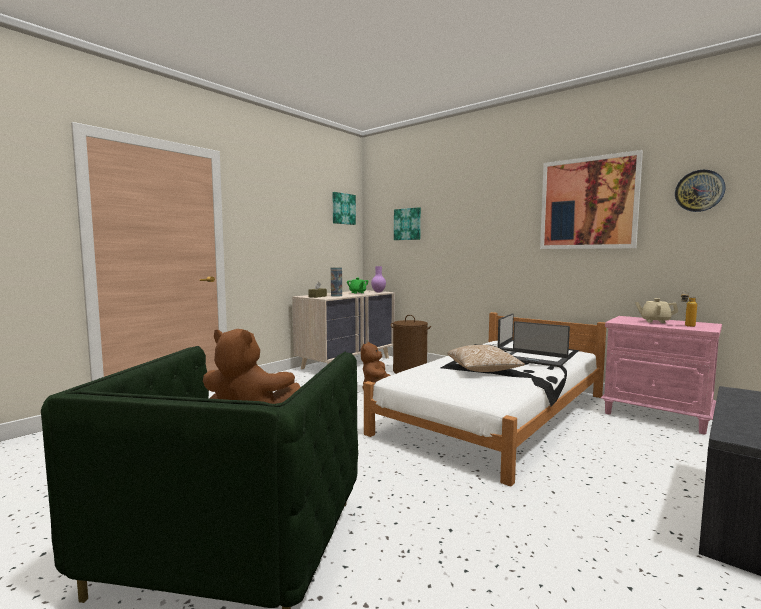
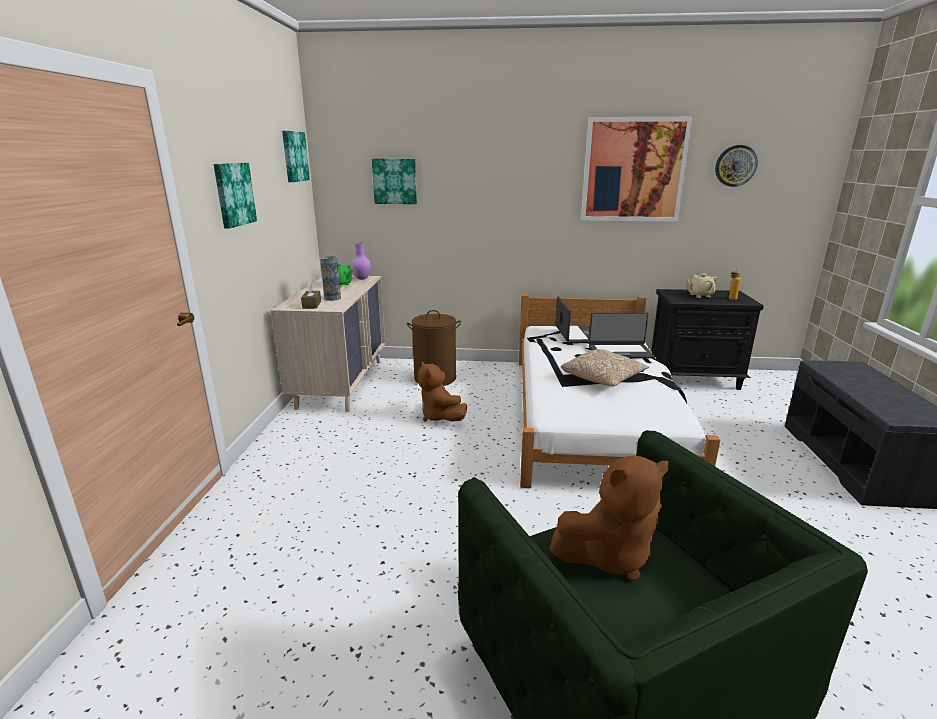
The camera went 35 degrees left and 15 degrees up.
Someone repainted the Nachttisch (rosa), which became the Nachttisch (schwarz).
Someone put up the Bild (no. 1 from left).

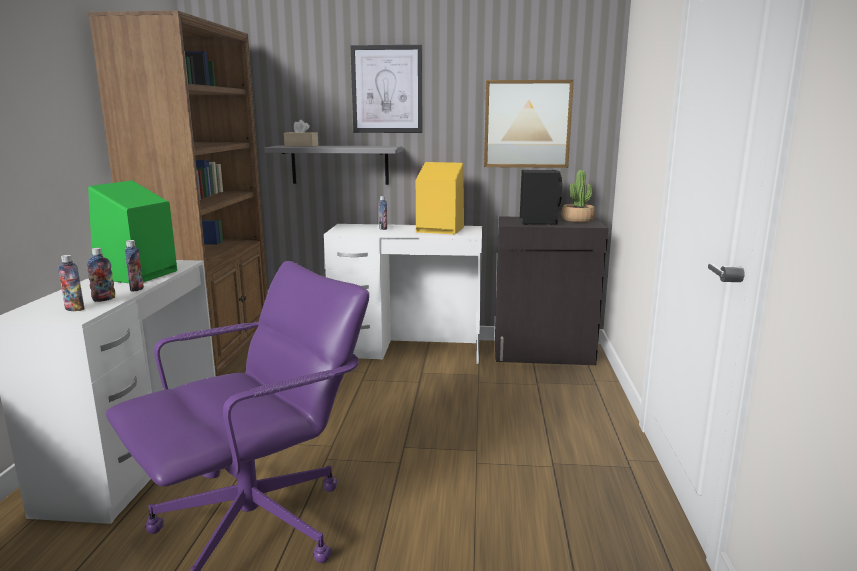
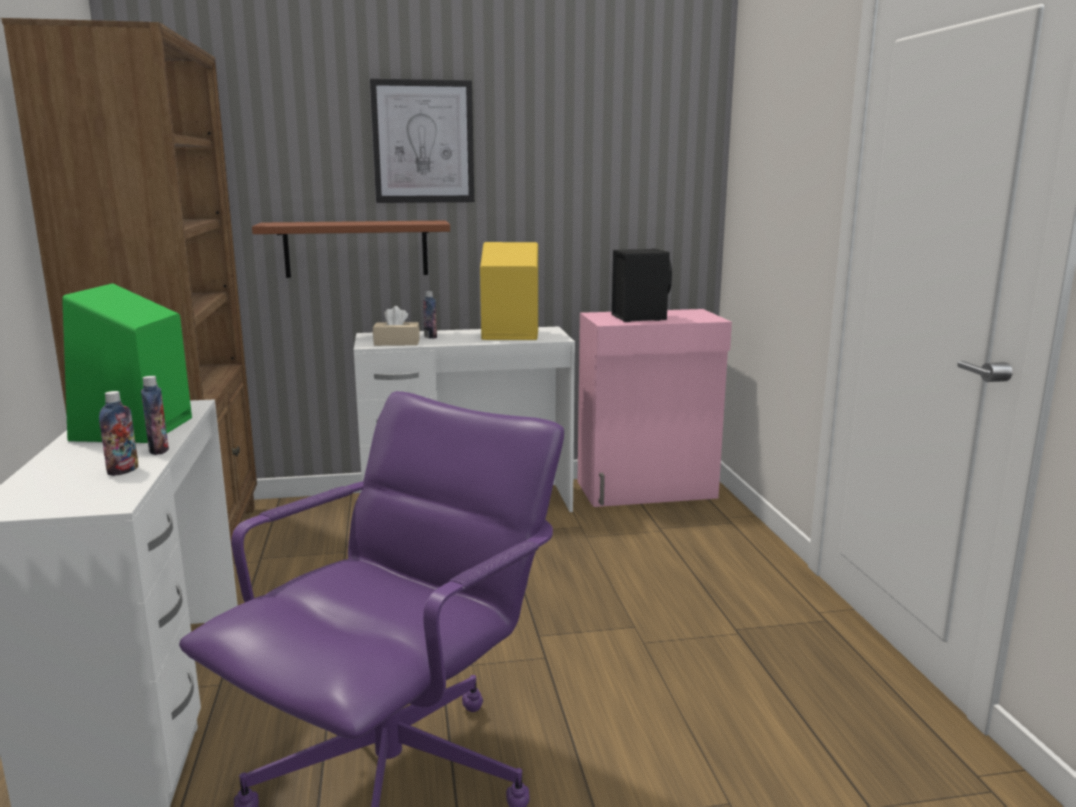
The camera went 15 degrees left and 0 degrees up.
Someone took away the Flasche (no. 1 from left).
Someone repainted the Wandregal (grau), which became the Wandregal (braun).
Someone carried the Taschentuchbox (beige).
Someone took away the Bild (no. 2 from left).
Someone repainted the Schrank (schwarz), which became the Schrank (rosa).
Someone took away the Topfpflanze.

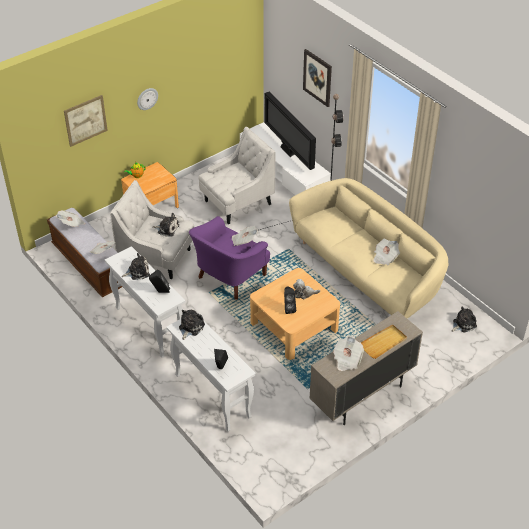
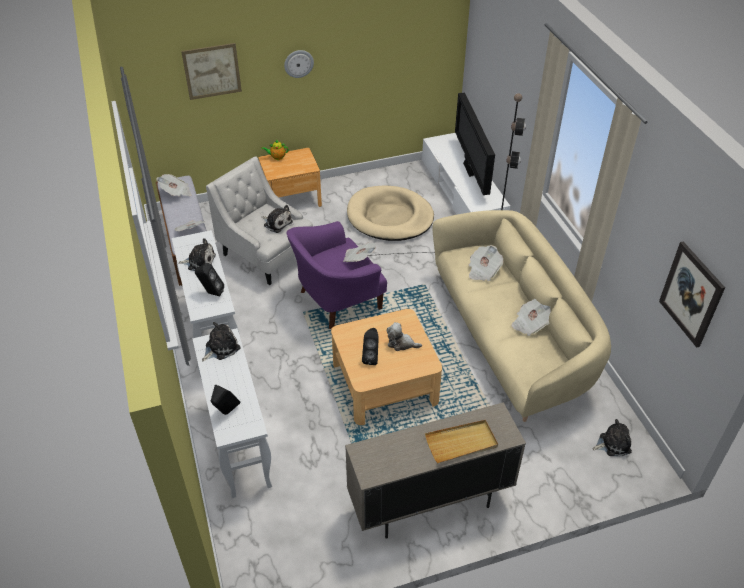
The camera went 20 degrees right and 0 degrees up.
Someone swapped the Sessel (weiß) (no. 2 from left) for the Hundebett (beige).
Someone carried the Bild (no. 2 from left).
Someone carried the Zeitung (no. 4 from left).

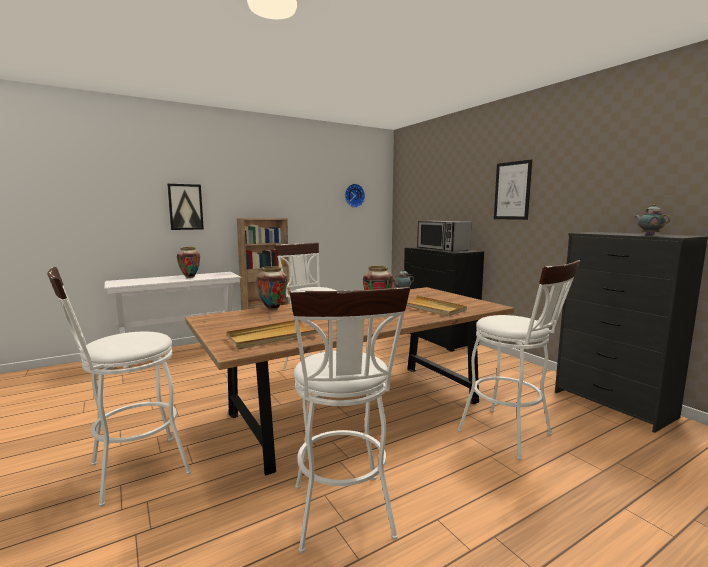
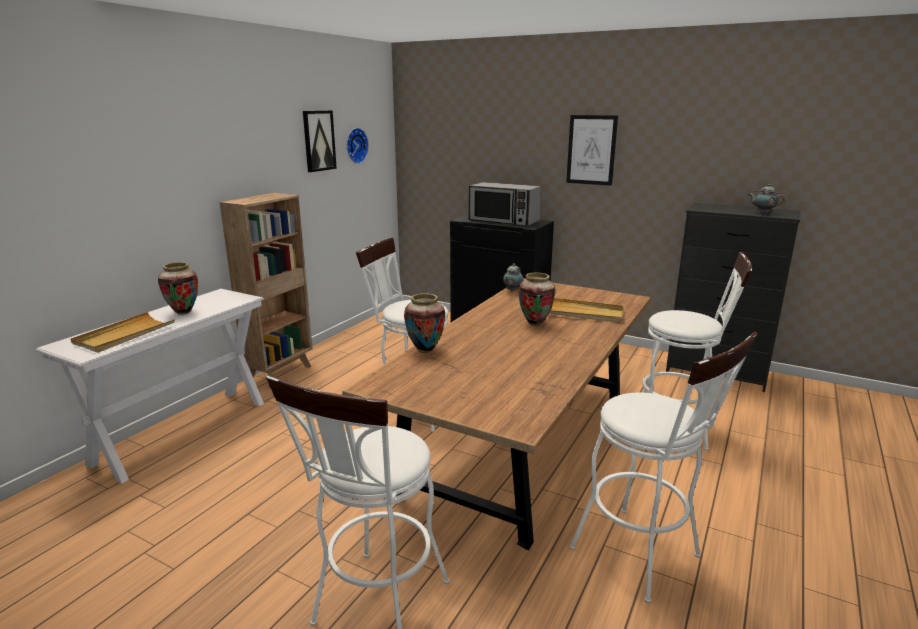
The camera went 30 degrees left and 10 degrees up.
Someone carried the Bild (no. 1 from left).
Someone carried the Tablett (beige) (no. 1 from left).

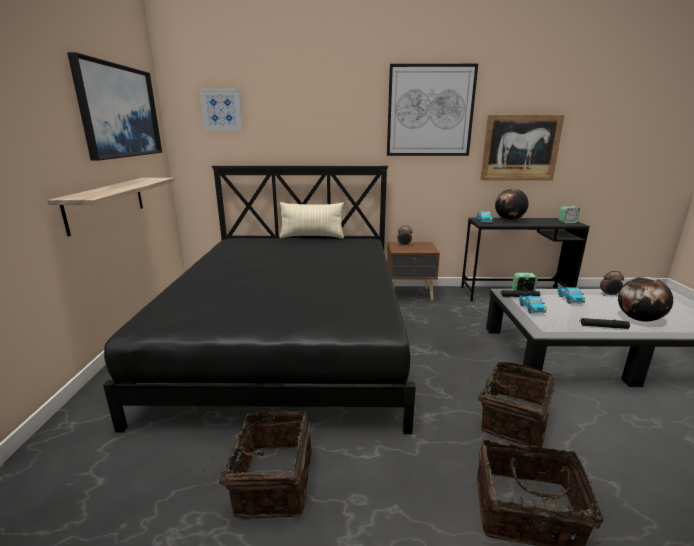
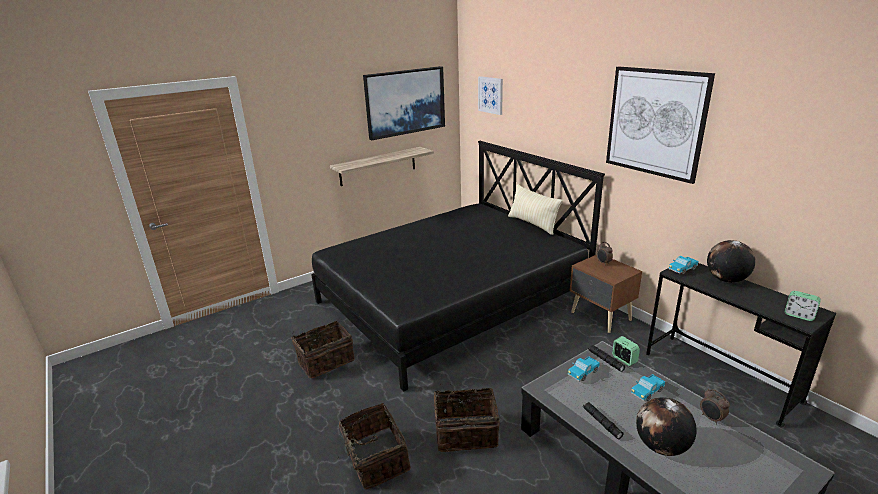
The camera went 55 degrees right and 5 degrees up.
Someone took away the Bild (no. 4 from left).

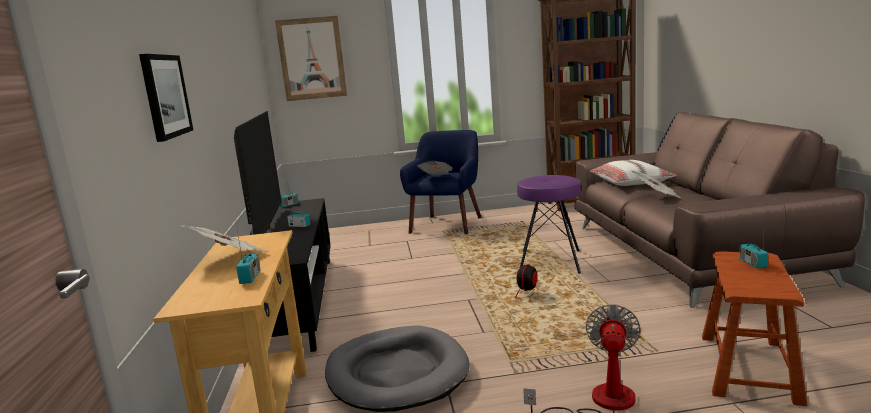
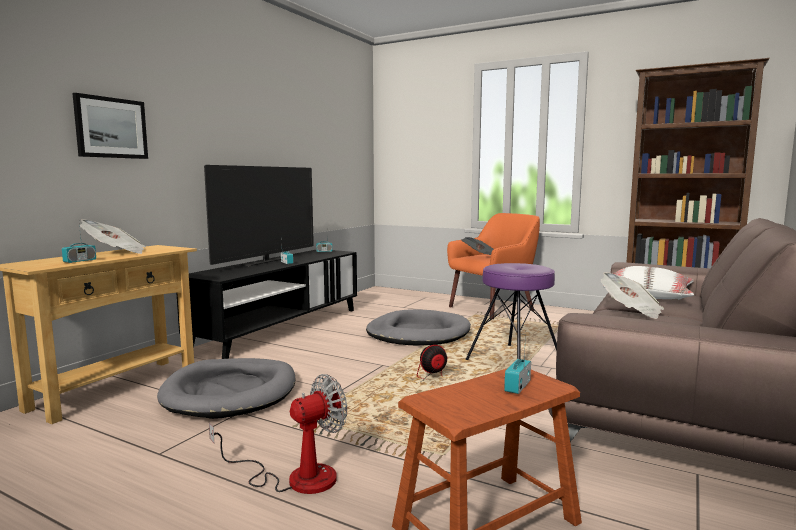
The camera went 35 degrees right and 5 degrees down.
Someone took away the Bild (no. 2 from left).
Someone repainted the Sessel (blau), which became the Sessel (orange).
Someone put down the Hundebett (grau) (no. 2 from left).

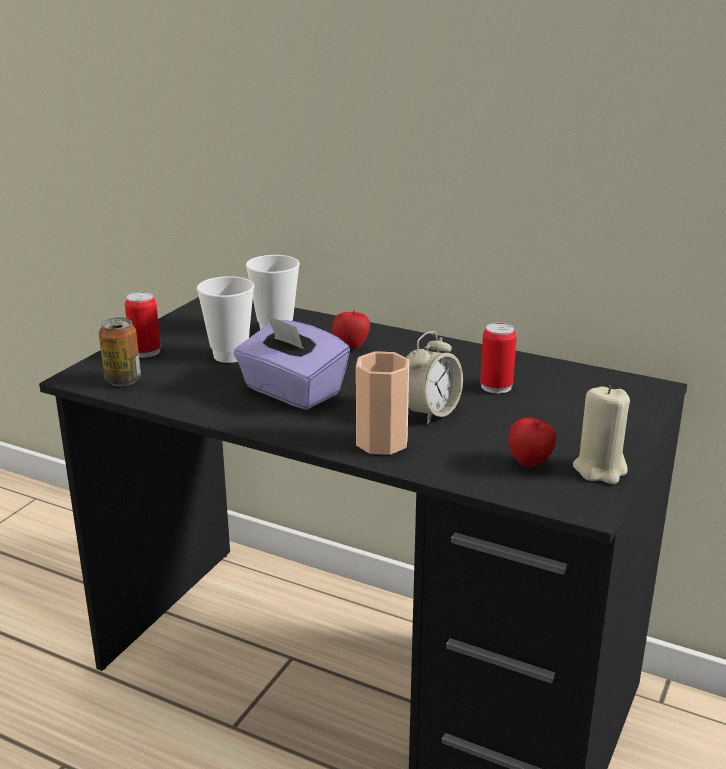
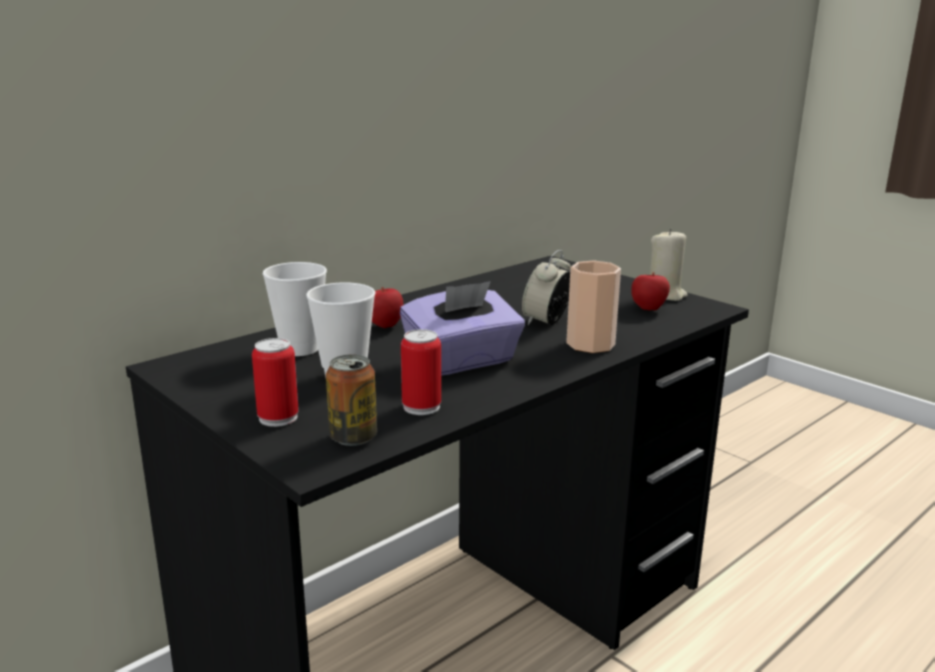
The camera went 70 degrees left and 5 degrees down.
Someone rotated the Wecker by 120 degrees counterclockwise.
Someone carried the Dose (no. 3 from left).

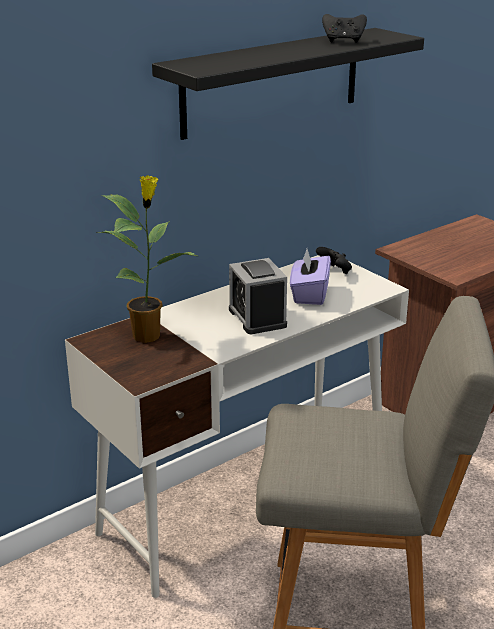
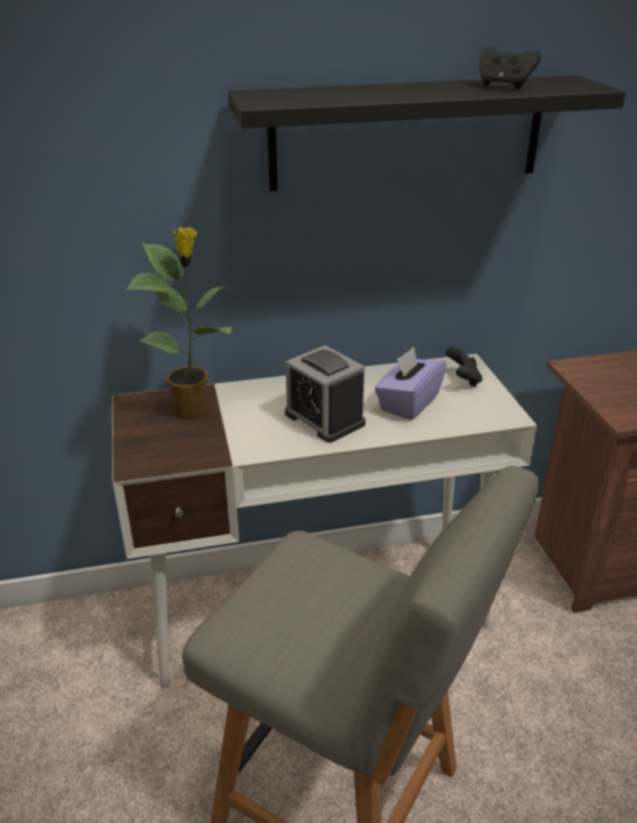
The camera went 25 degrees right and 5 degrees up.
Someone rotated the Wecker by 45 degrees counterclockwise.

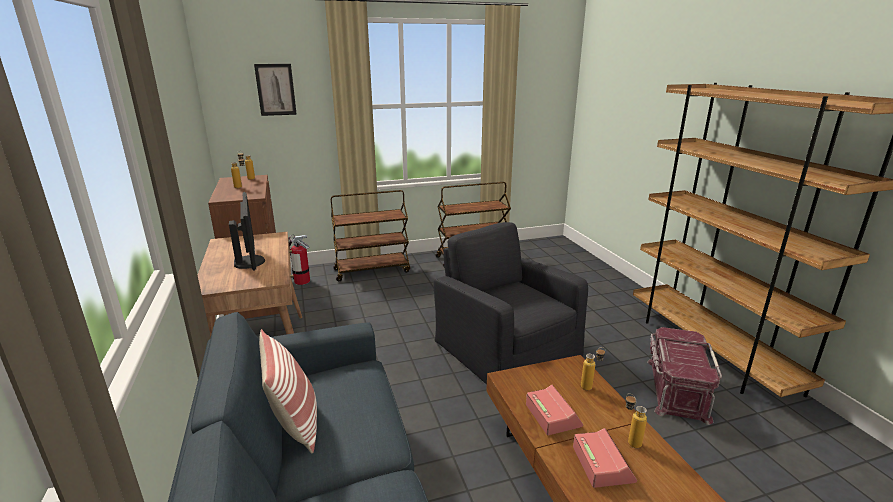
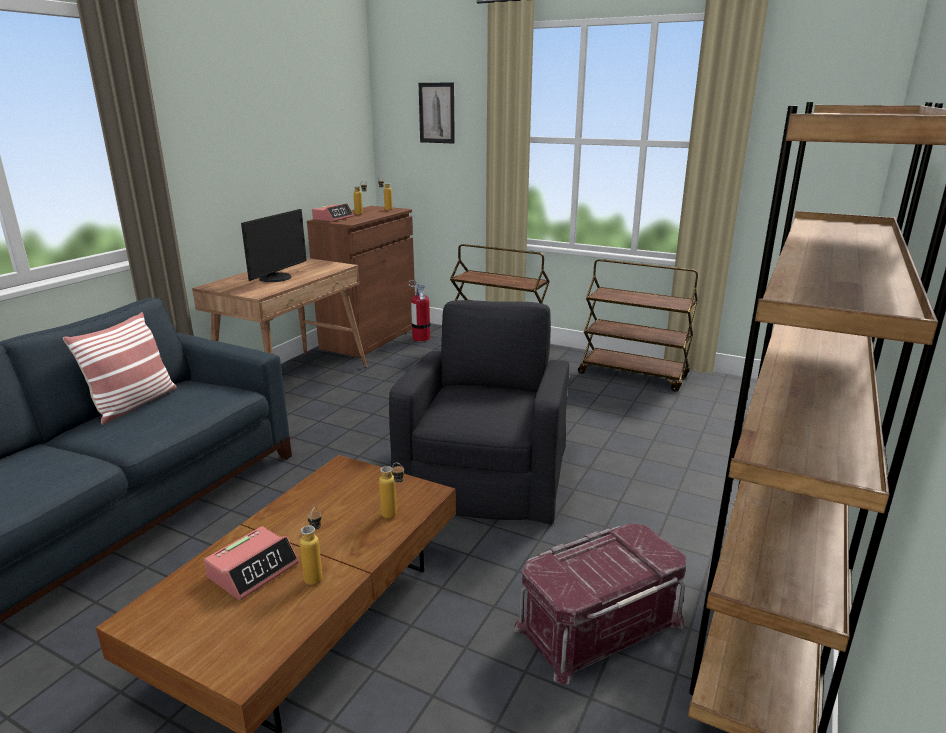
The camera went 45 degrees right and 0 degrees up.
Someone carried the Wecker (no. 1 from left in the first image).

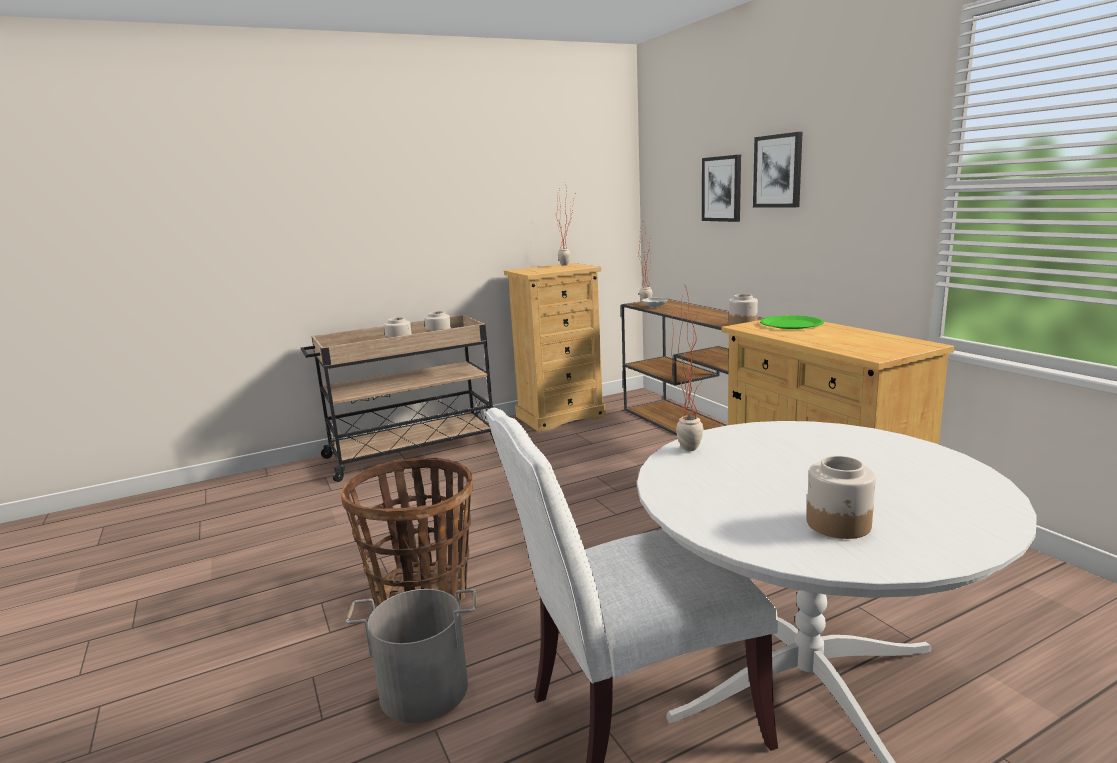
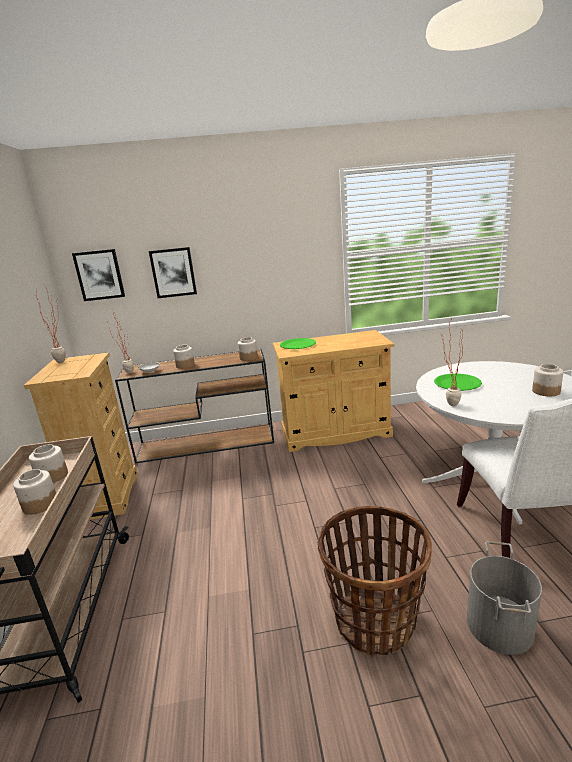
The camera went 70 degrees left and 5 degrees up.
Someone carried the Bild (no. 2 from left in the first image).
Someone put down the Vorratsglas (no. 3 from left).
Someone put down the Teller (grün) (no. 2 from left).

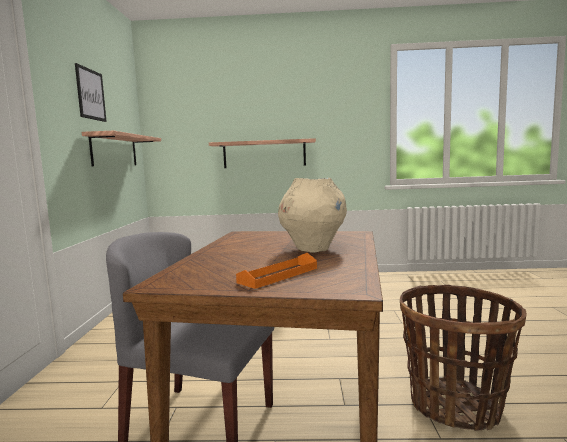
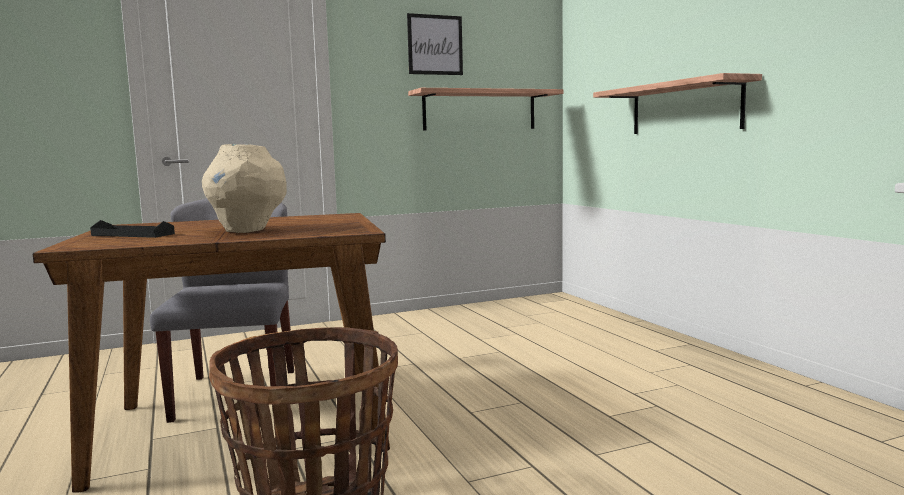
The camera went 65 degrees right and 0 degrees up.
Someone repainted the Tablett (orange), which became the Tablett (schwarz).

